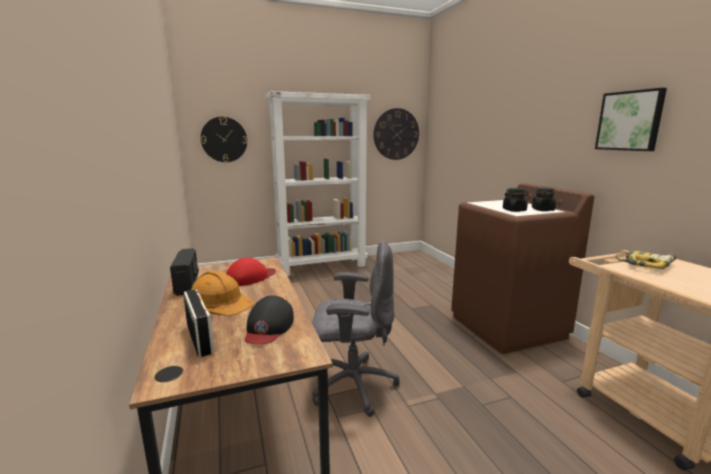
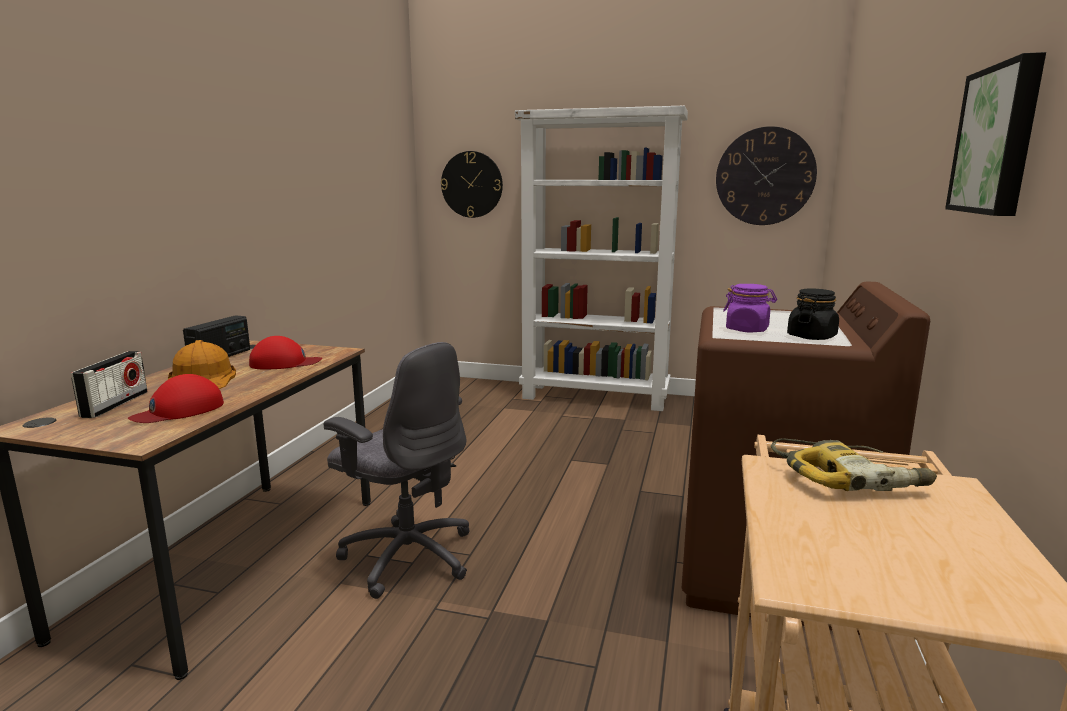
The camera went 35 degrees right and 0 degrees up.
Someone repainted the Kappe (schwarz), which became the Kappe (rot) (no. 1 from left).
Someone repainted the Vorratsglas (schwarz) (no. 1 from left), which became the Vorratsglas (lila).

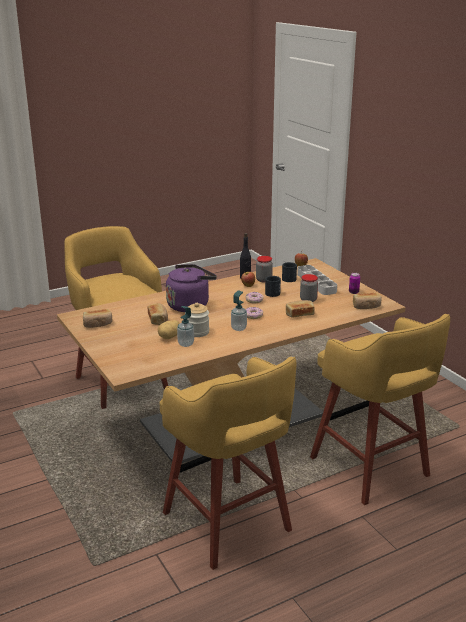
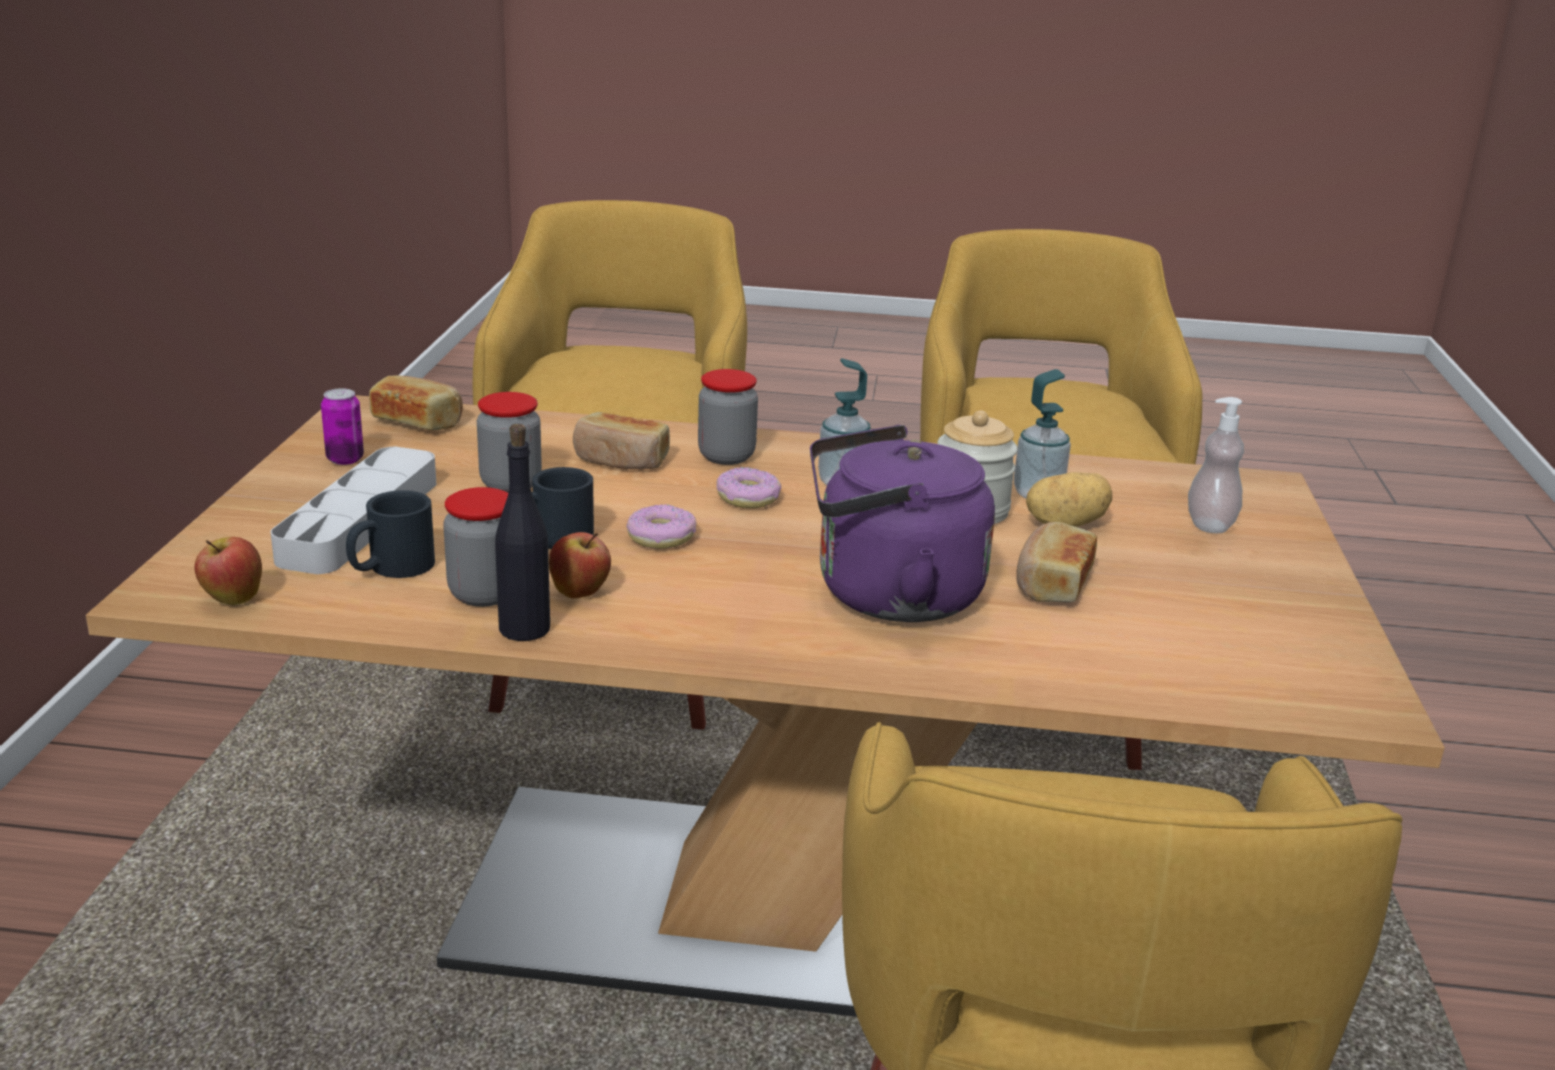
The camera went 145 degrees left and 0 degrees up.
Someone took away the Brot (no. 1 from left).
Someone put down the Vorratsglas (no. 3 from left).
Someone put down the Seifenspender (no. 3 from left).

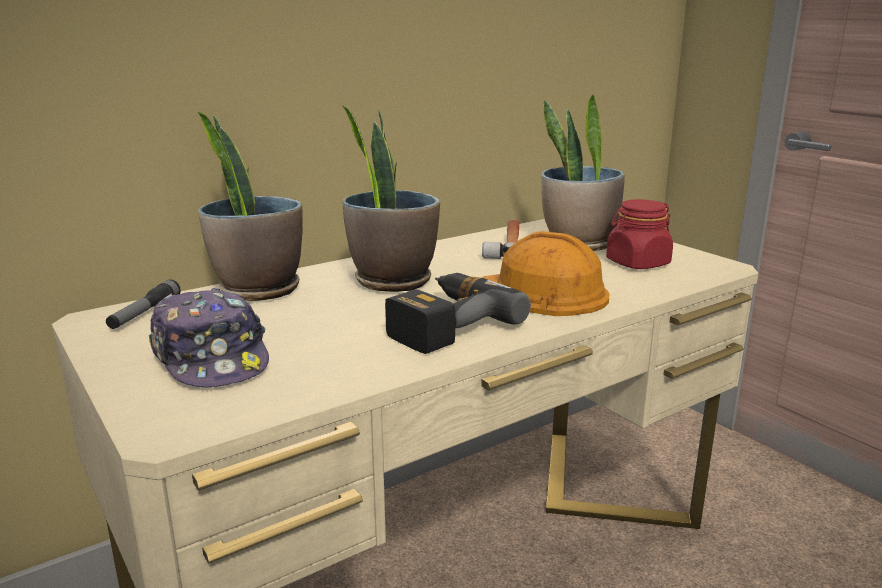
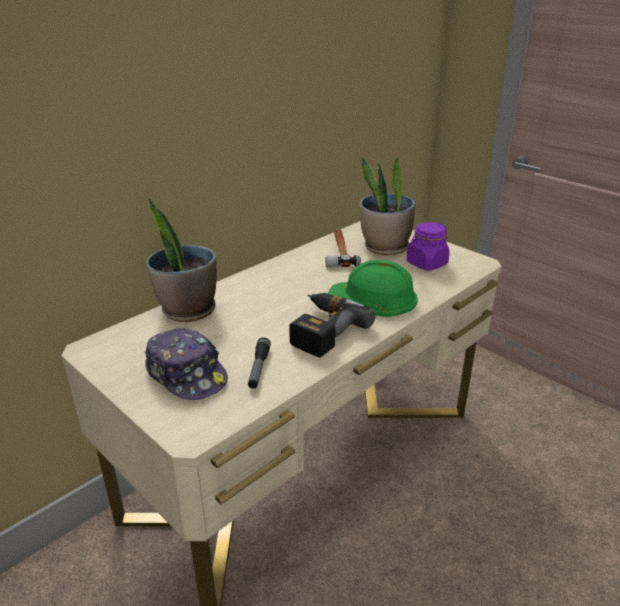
The camera went 10 degrees left and 10 degrees up.
Someone carried the Taschenlampe.
Someone took away the Topfpflanze (no. 2 from left).
Someone repainted the Schutzhelm (orange), which became the Schutzhelm (grün).
Someone repainted the Vorratsglas (rot), which became the Vorratsglas (lila).

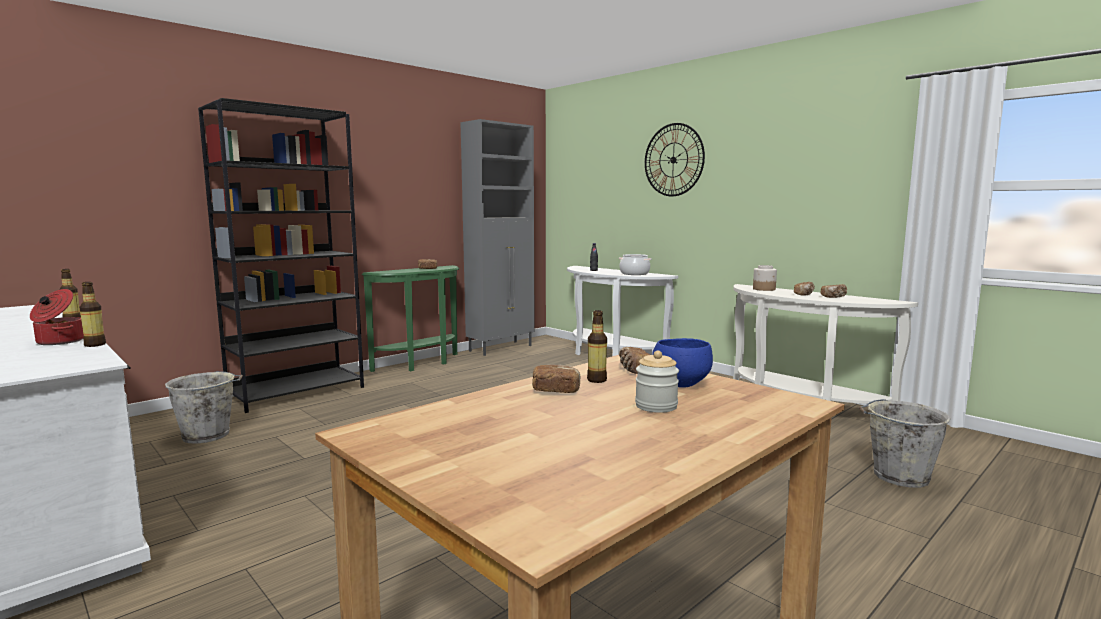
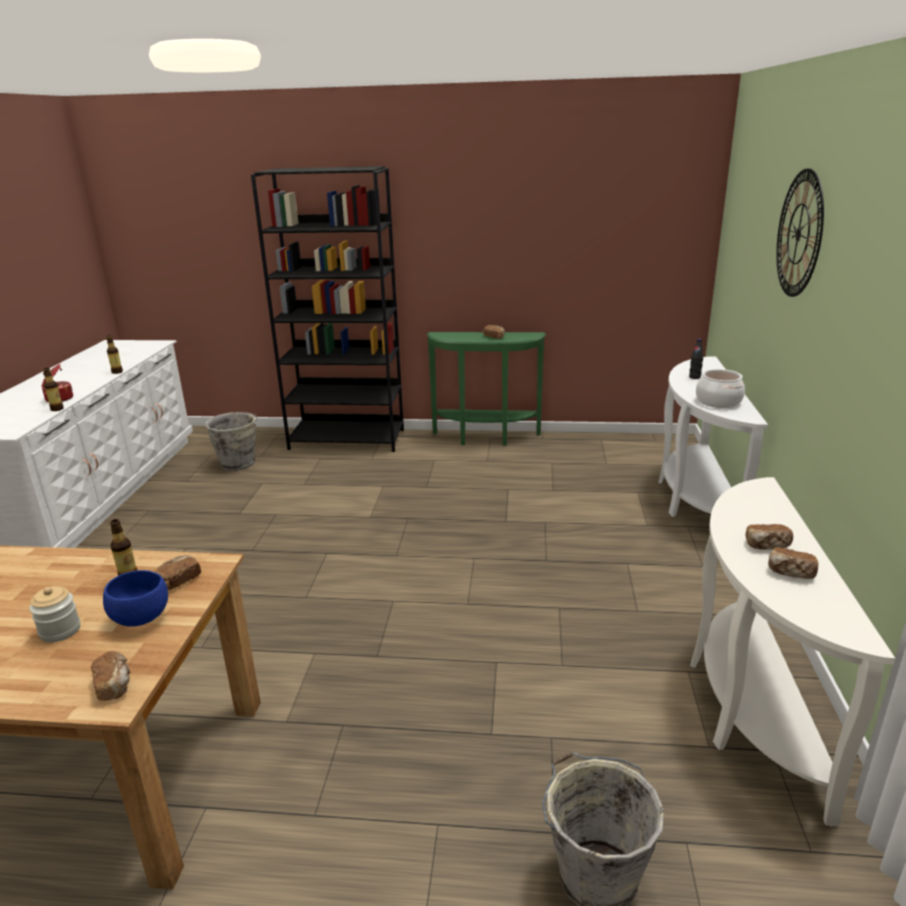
The camera went 50 degrees right and 15 degrees up.
Someone took away the Schrank (grau).
Someone carried the Brot (no. 2 from left in the first image).
Someone took away the Vorratsglas (no. 2 from left).

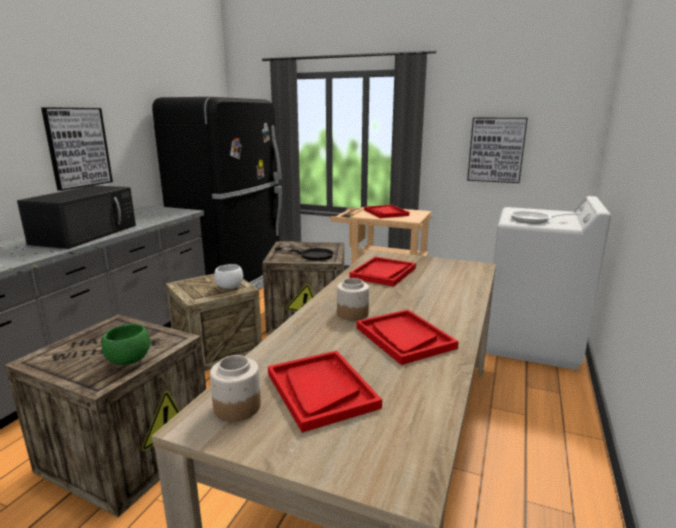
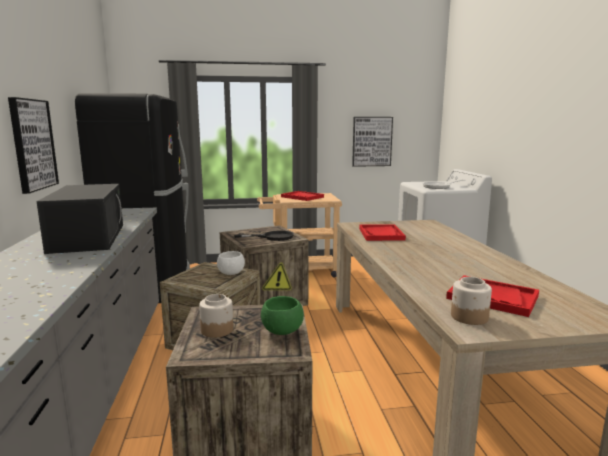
The camera went 30 degrees left and 5 degrees down.
Someone carried the Vorratsglas (no. 2 from left in the first image).
Someone took away the Tablett (rot) (no. 4 from left).

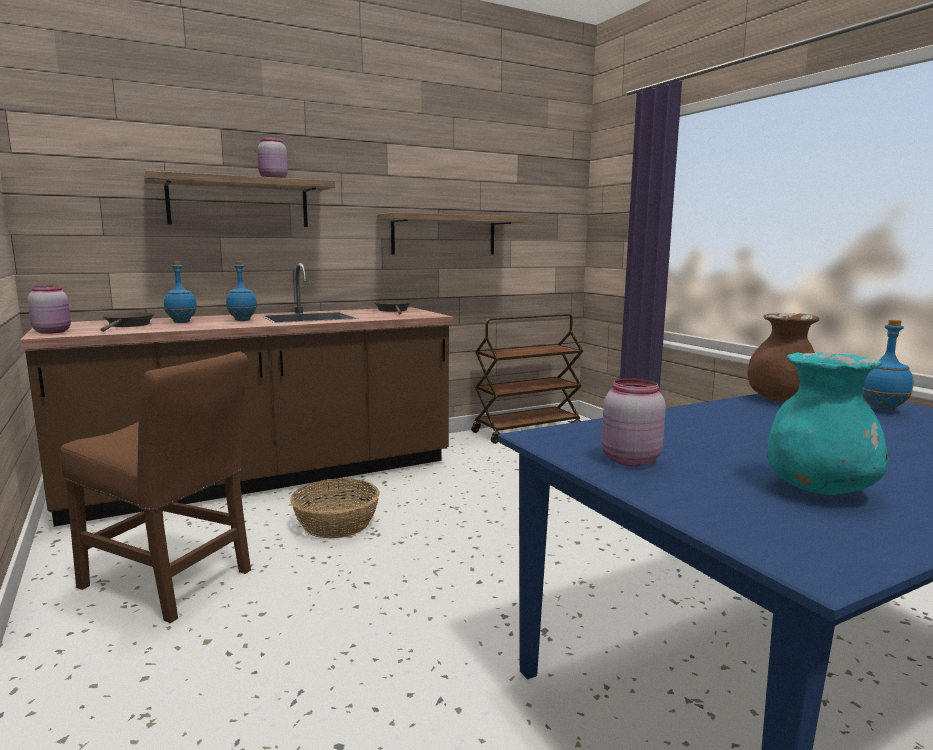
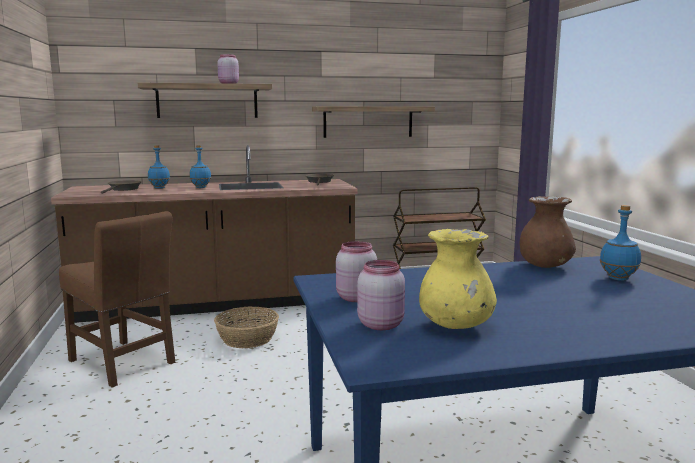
The camera went 15 degrees right and 0 degrees up.
Someone carried the Vorratsglas (rosa) (no. 1 from left in the first image).
Someone repainted the Vase (türkis), which became the Vase (gelb).

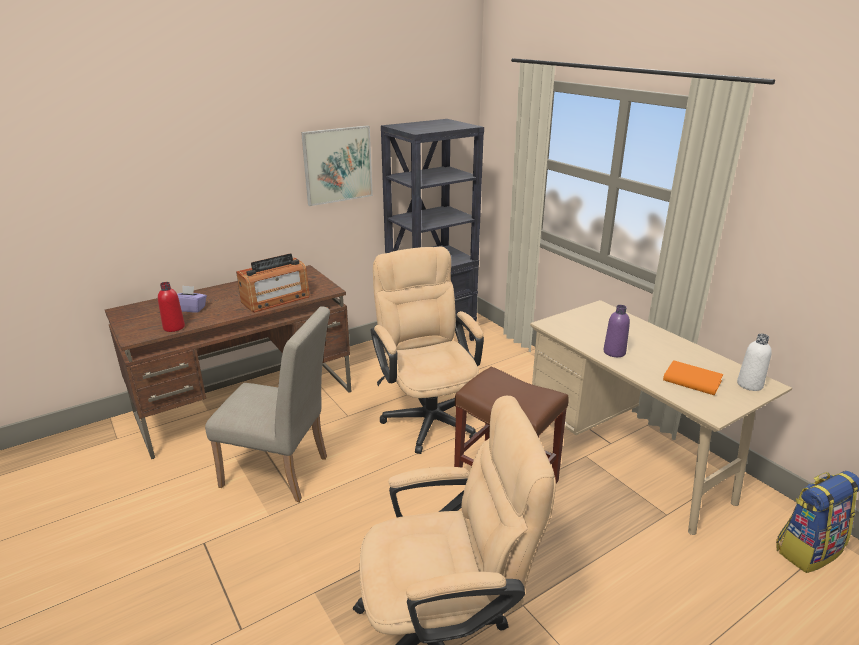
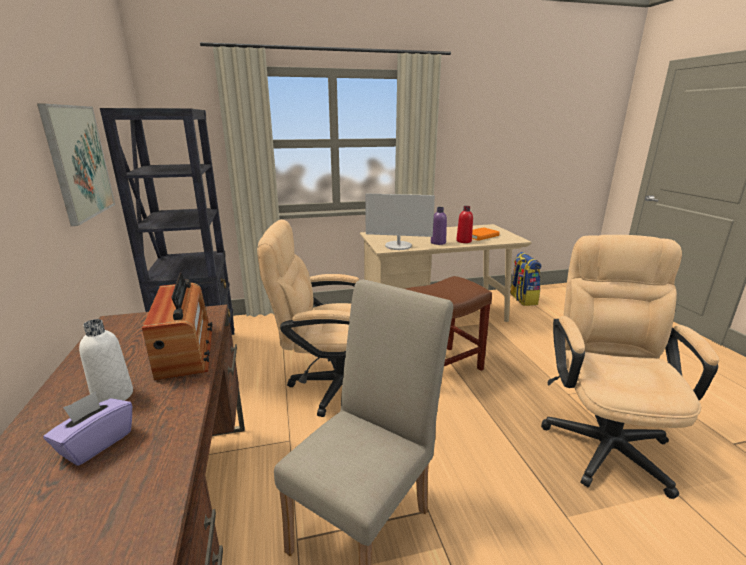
The camera went 70 degrees left and 5 degrees down.
Someone carried the Flasche (rot).
Someone carried the Flasche (weiß).
Someone put down the Monitor.

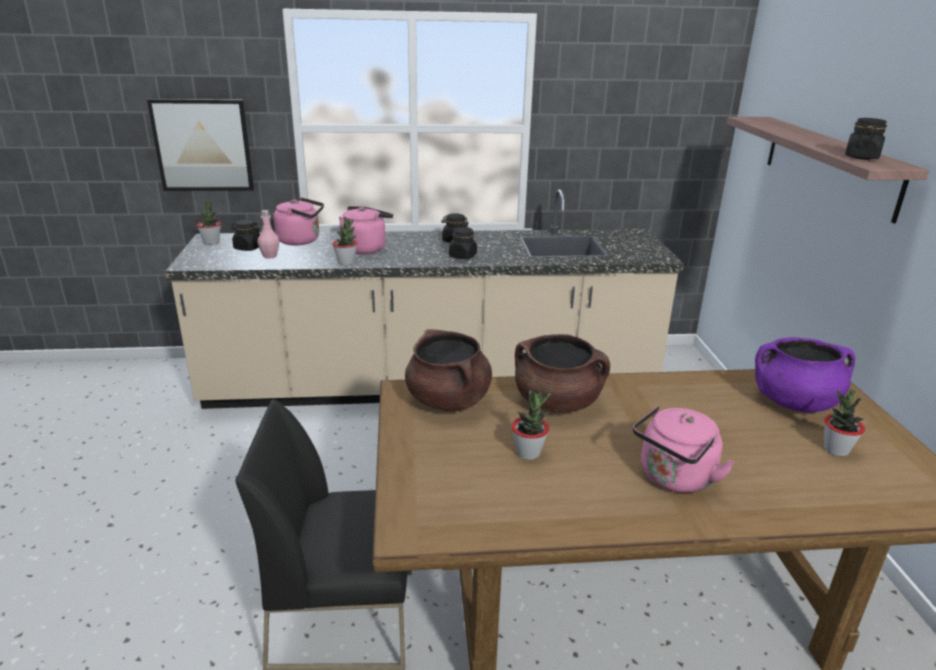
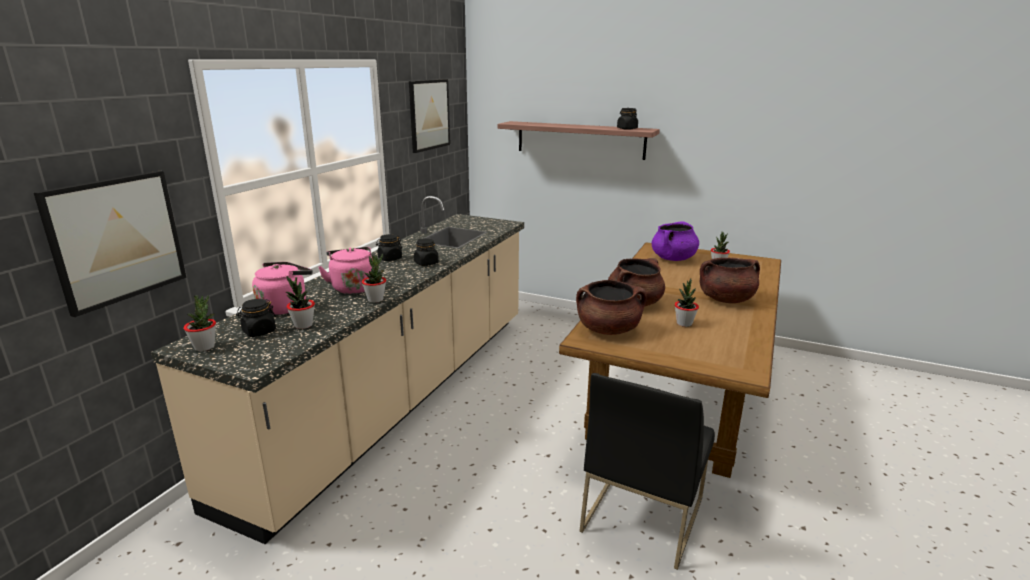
The camera went 60 degrees left and 5 degrees down.
Someone swapped the Flasche (rosa) for the Topfpflanze (no. 2 from left).
Someone swapped the Wasserkessel (rosa) (no. 3 from left) for the Kochtopf (braun) (no. 3 from left).
Someone put up the Bild (no. 2 from left).

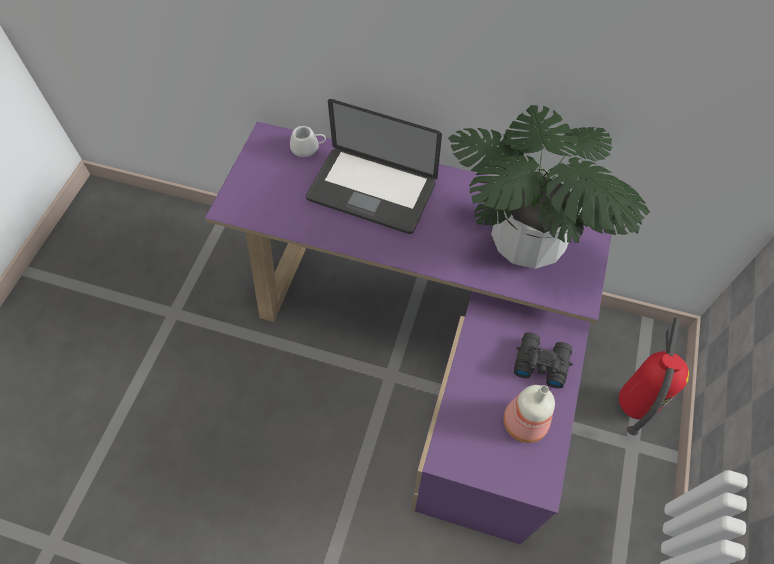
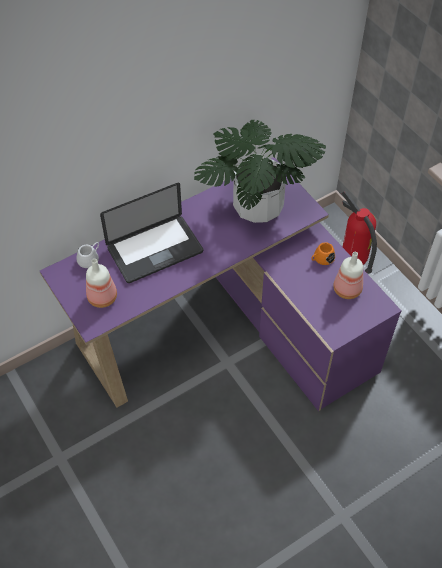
The camera went 50 degrees left and 5 degrees down.
Someone swapped the Fernglas (schwarz) for the Henkelbecher (orange).
Someone put down the Flasche (no. 1 from left).

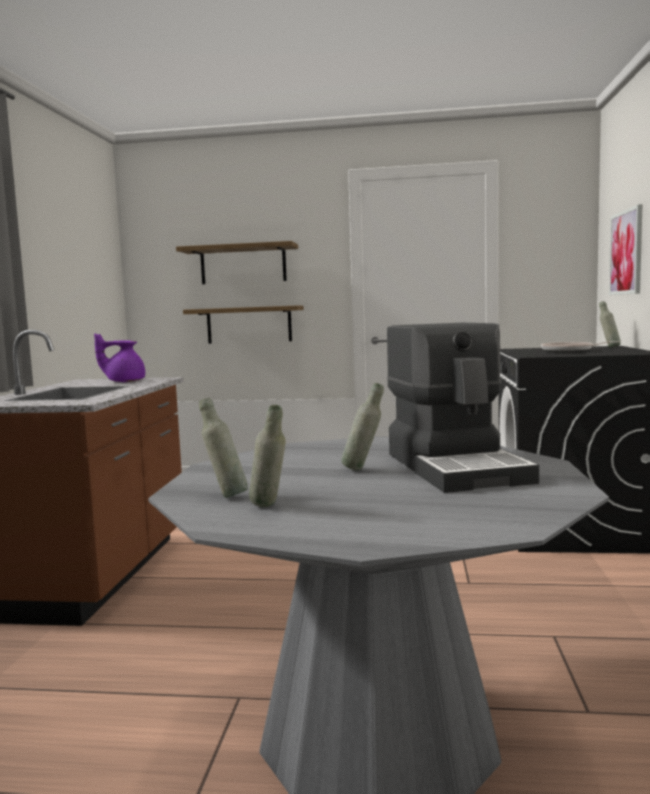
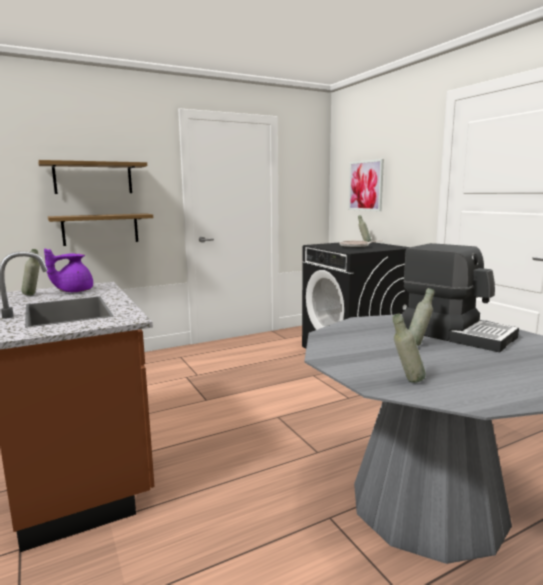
The camera went 35 degrees left and 5 degrees up.
Someone carried the Flasche (grau) (no. 2 from left in the first image).

